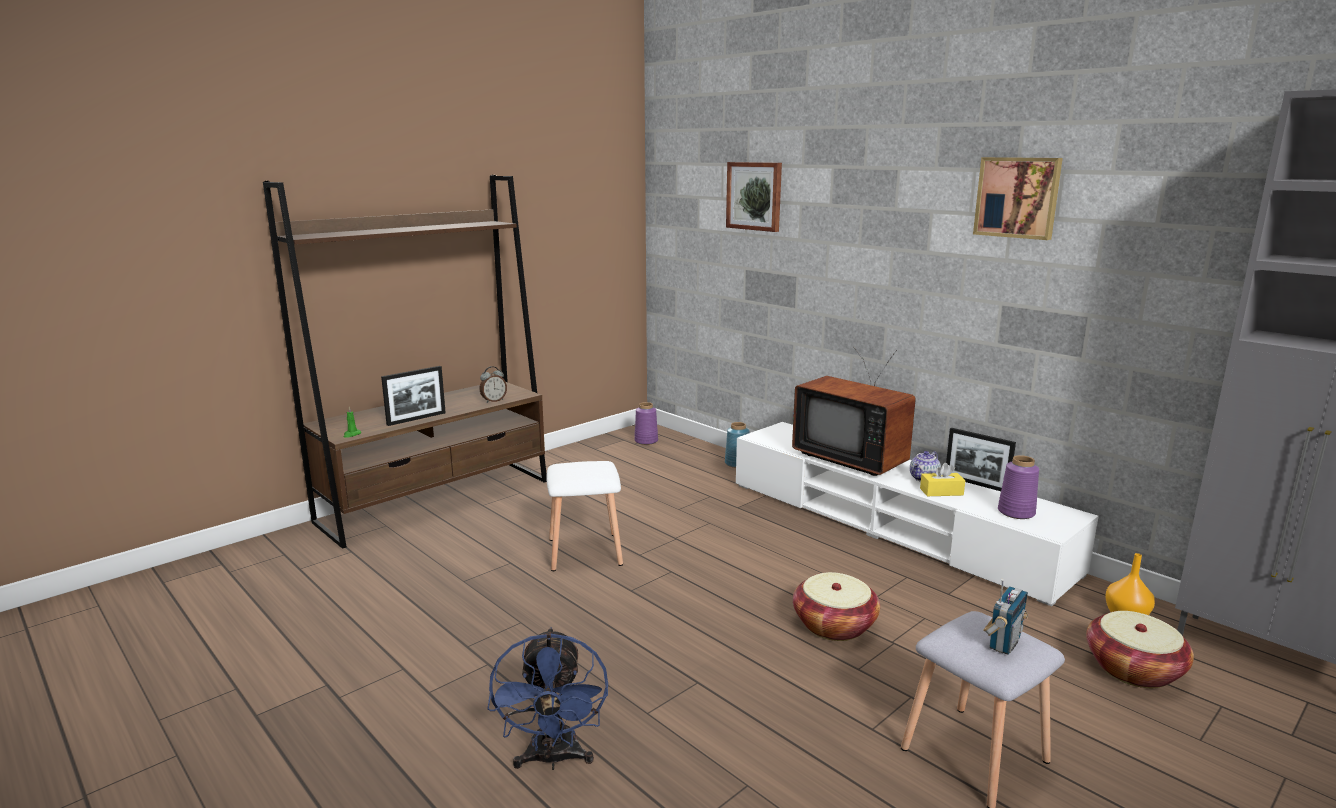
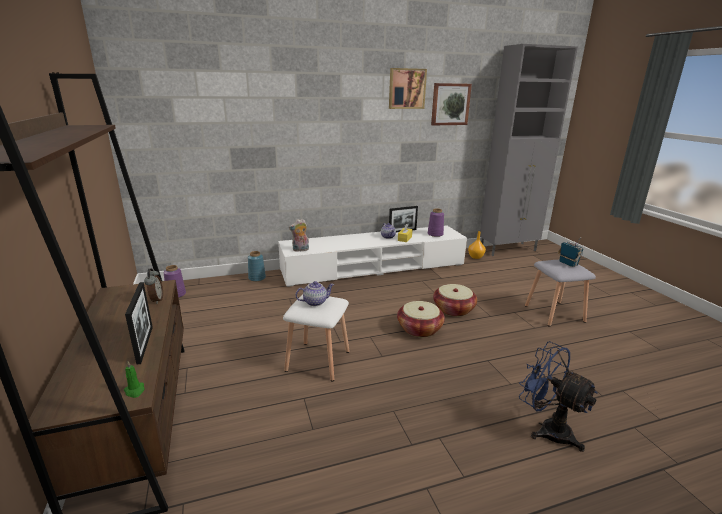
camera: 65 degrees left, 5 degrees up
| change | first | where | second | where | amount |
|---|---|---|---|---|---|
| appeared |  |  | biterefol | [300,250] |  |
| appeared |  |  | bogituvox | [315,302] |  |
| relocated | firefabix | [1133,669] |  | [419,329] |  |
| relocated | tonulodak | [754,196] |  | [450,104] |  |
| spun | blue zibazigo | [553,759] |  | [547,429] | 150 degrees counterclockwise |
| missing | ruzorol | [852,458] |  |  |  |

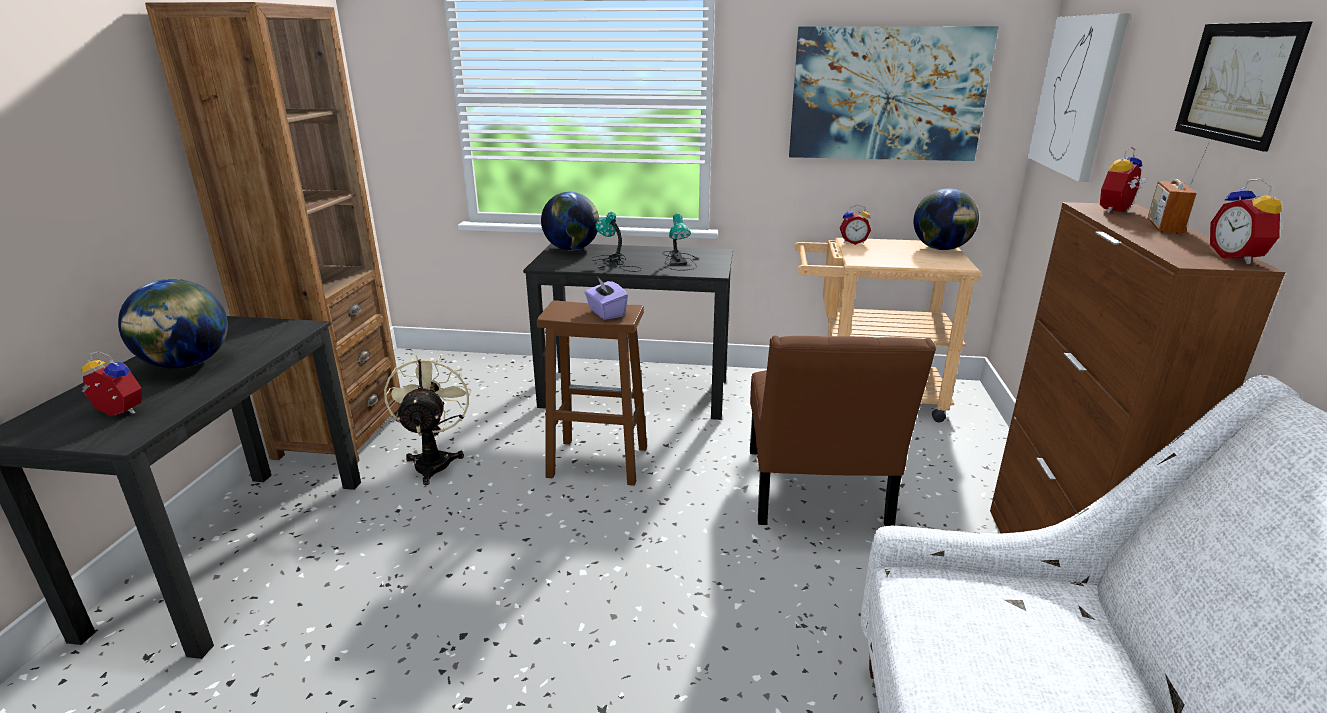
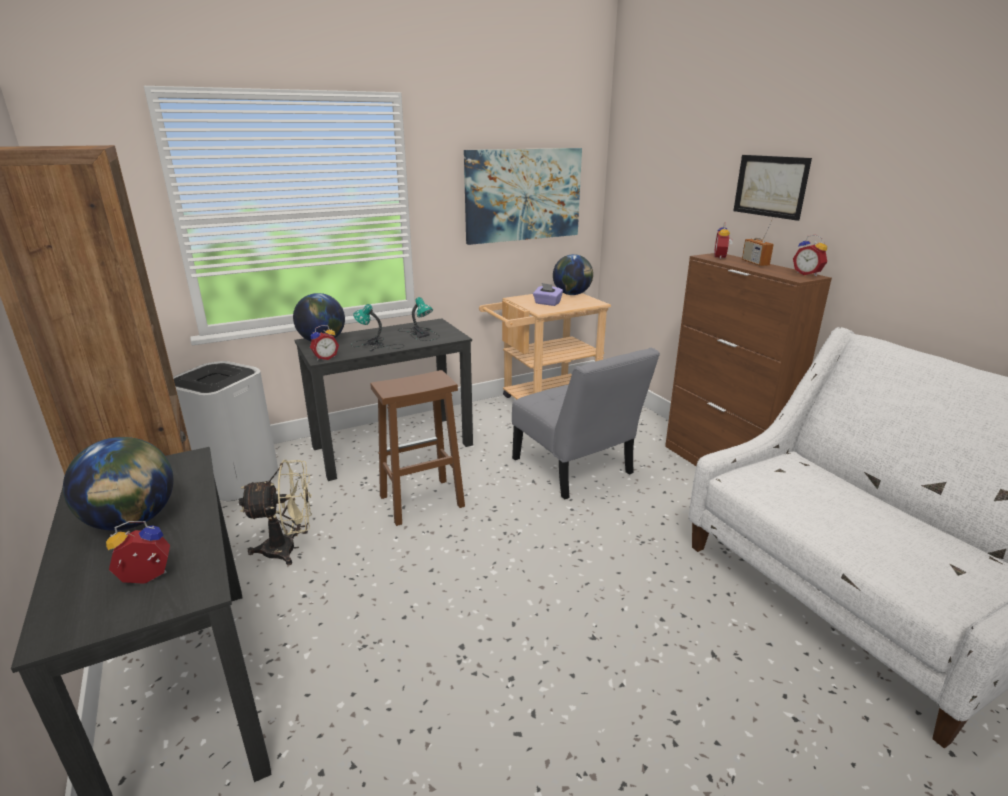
camera: 35 degrees left, 0 degrees up
| change | first | where | second | where | amount |
|---|---|---|---|---|---|
| appeared |  |  | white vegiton | [235,479] |  |
| spun | beige zibazigo | [434,460] |  | [288,549] | 120 degrees clockwise |
| relocated | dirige | [853,242] |  | [325,358] |  |
| colour | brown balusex | [816,493] | grey balusex | [575,469] |  |
| relocated | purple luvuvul | [606,312] |  | [547,303] |  |
| missing | tonulodak | [1076,95] |  |  |  |

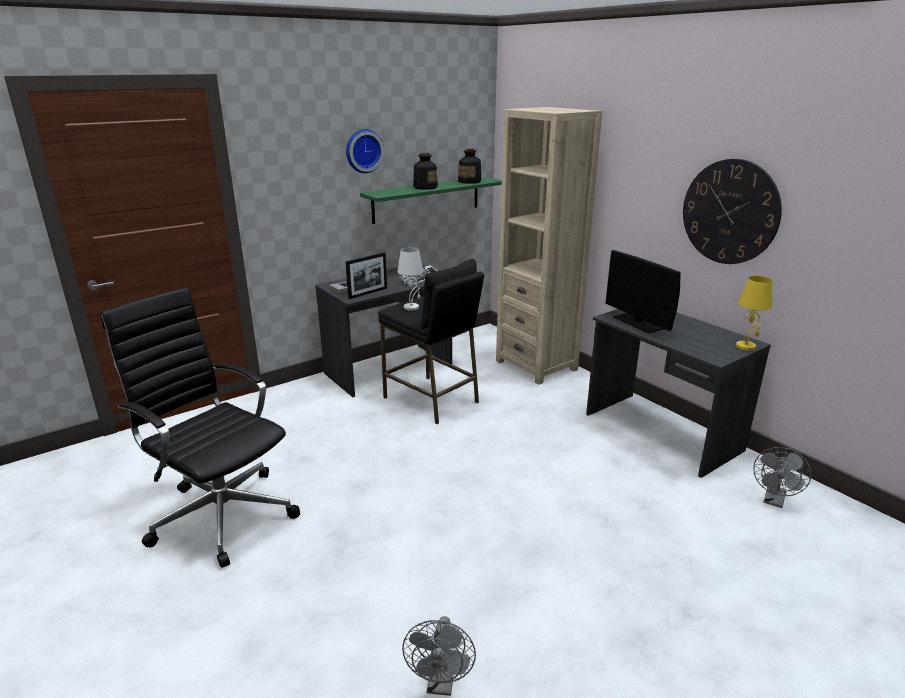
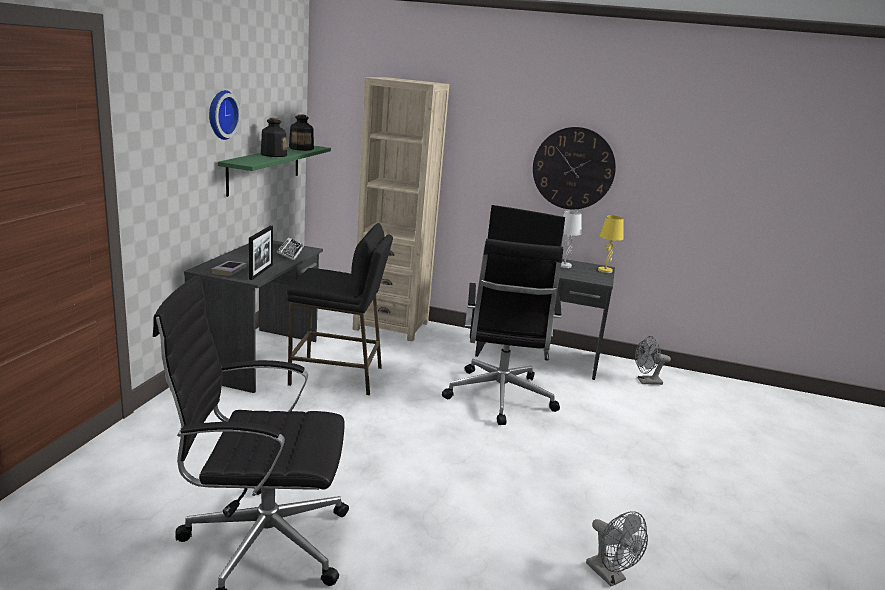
camera: 40 degrees left, 5 degrees down
| change | first | where | second | where | amount |
|---|---|---|---|---|---|
| appeared |  |  | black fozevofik | [499,398] |  |
| relocated | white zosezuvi | [411,307] |  | [564,265] |  |
| spun | grey zibazigo | [774,501] |  | [646,382] | 90 degrees clockwise |

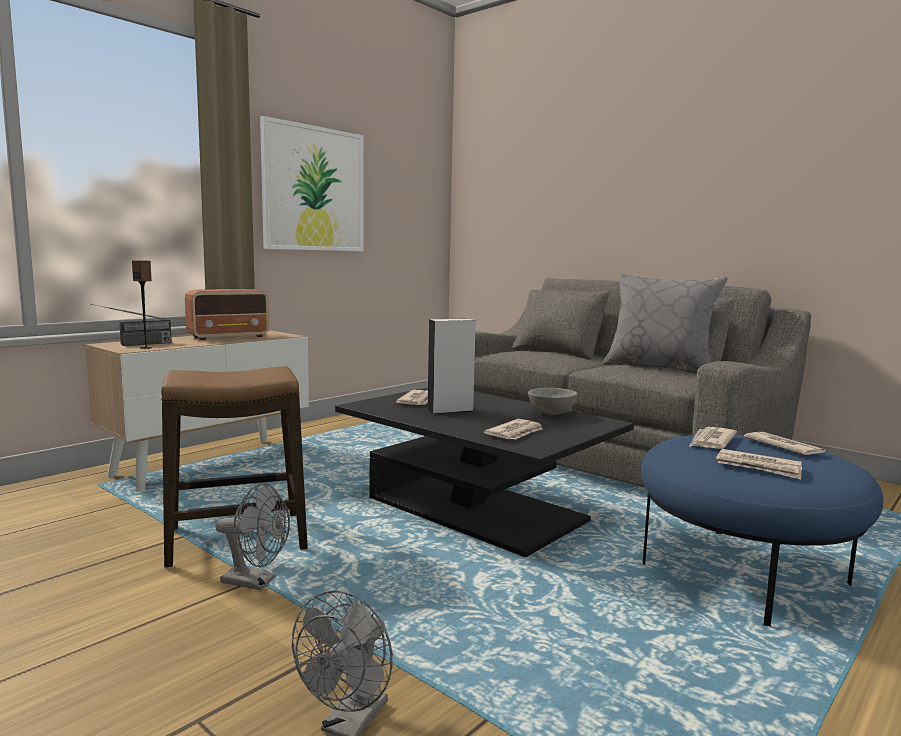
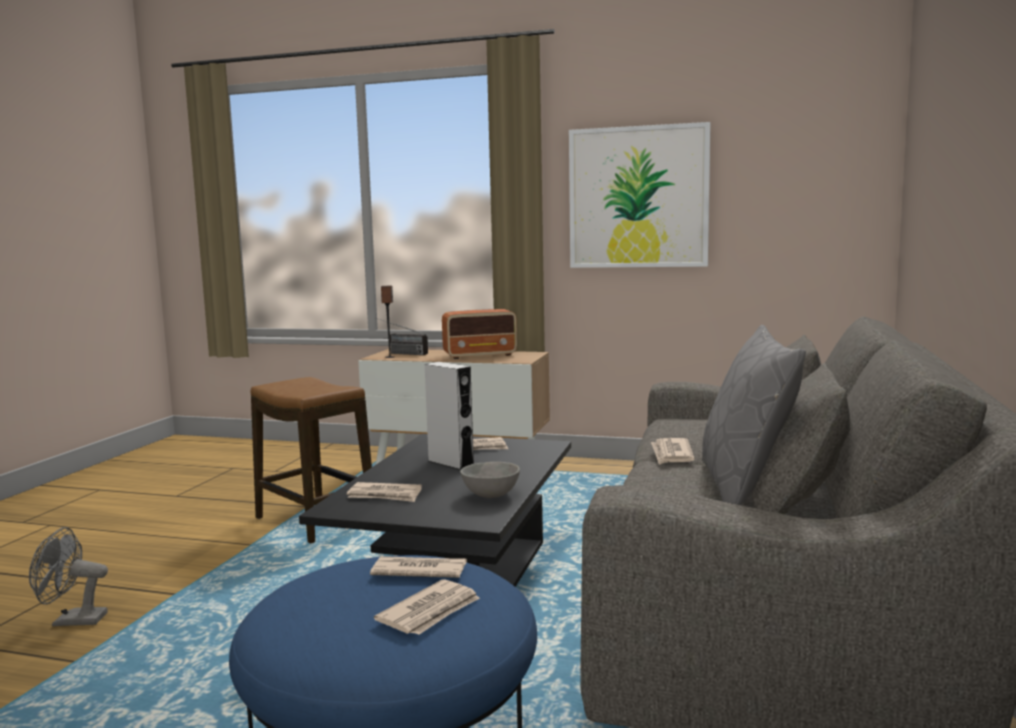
camera: 65 degrees right, 0 degrees up
| change | first | where | second | where | amount |
|---|---|---|---|---|---|
| spun | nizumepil | [229,337] |  | [480,355] | 45 degrees counterclockwise |
| relocated | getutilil | [759,467] |  | [671,454] |  |
| missing | grey zibazigo | [256,582] |  |  |  |

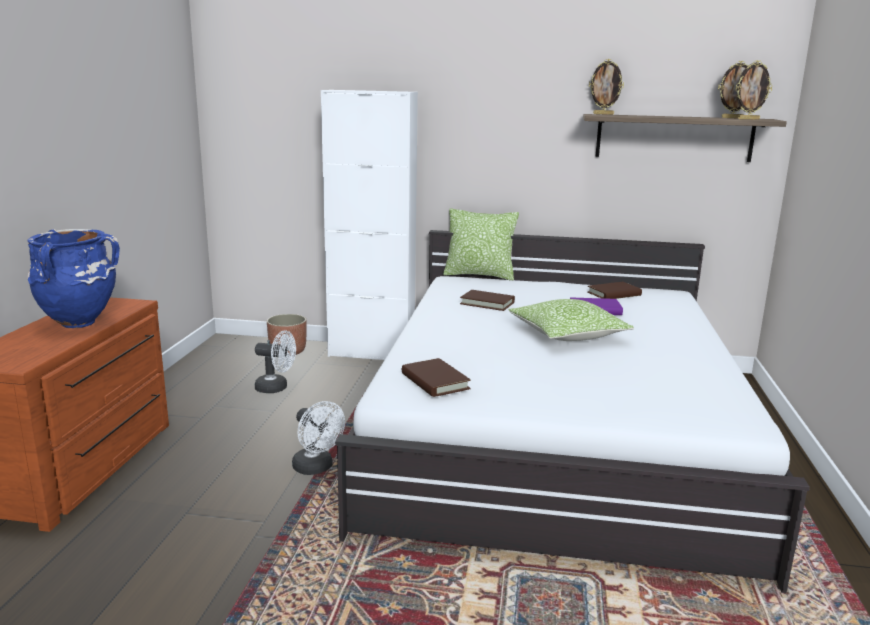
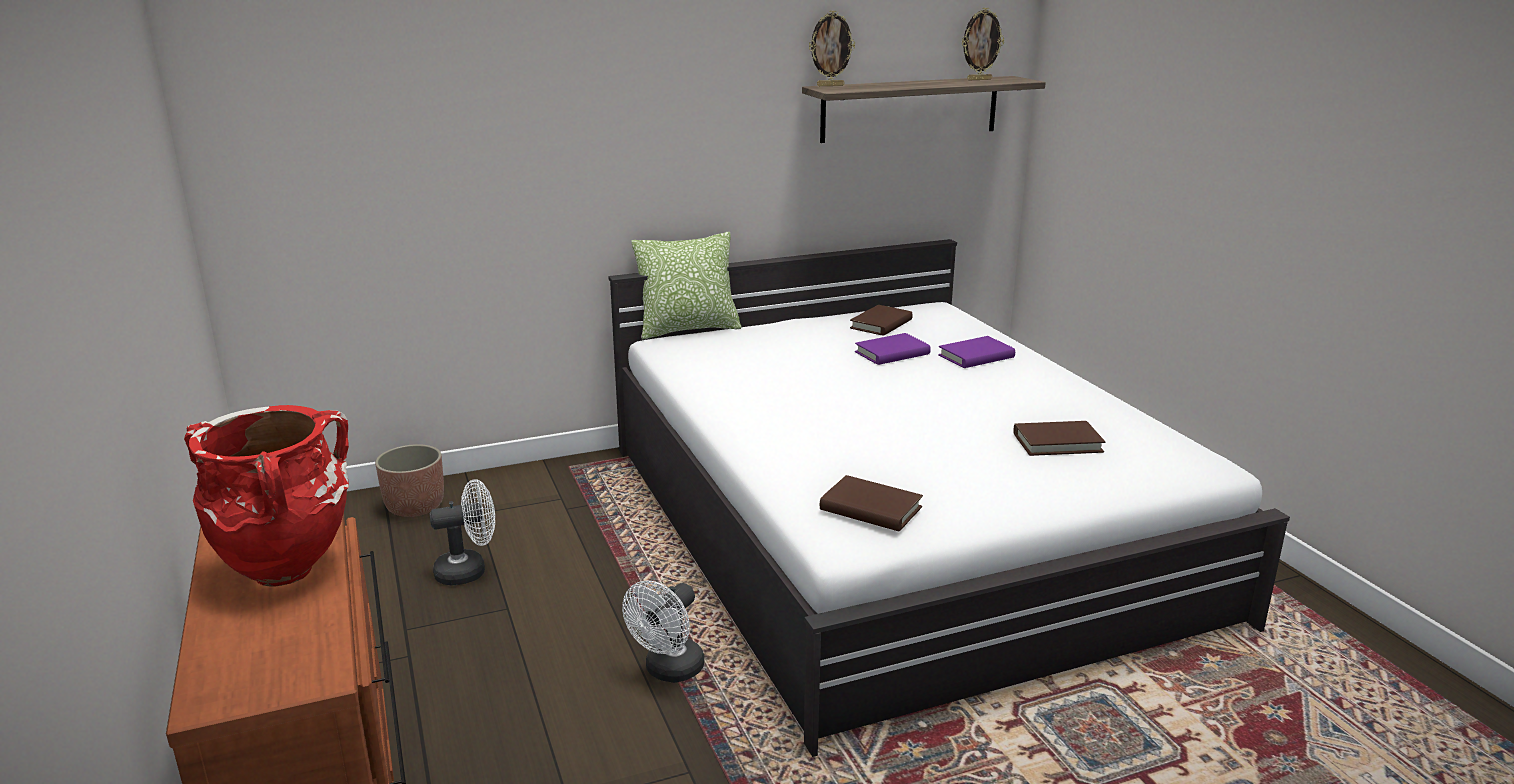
camera: 30 degrees left, 5 degrees up
| change | first | where | second | where | amount |
|---|---|---|---|---|---|
| colour | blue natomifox | [80,324] | red natomifox | [289,572] |  |
| spun | white zibazigo | [316,468] |  | [669,671] | 105 degrees clockwise |
| appeared |  |  | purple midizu | [976,356] |  |
| relocated | brown midizu | [487,303] |  | [1057,442] |  |
| missing | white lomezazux | [371,353] |  |  |  |
| missing | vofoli | [567,334] |  |  |  |
| missing | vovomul | [748,119] |  |  |  |

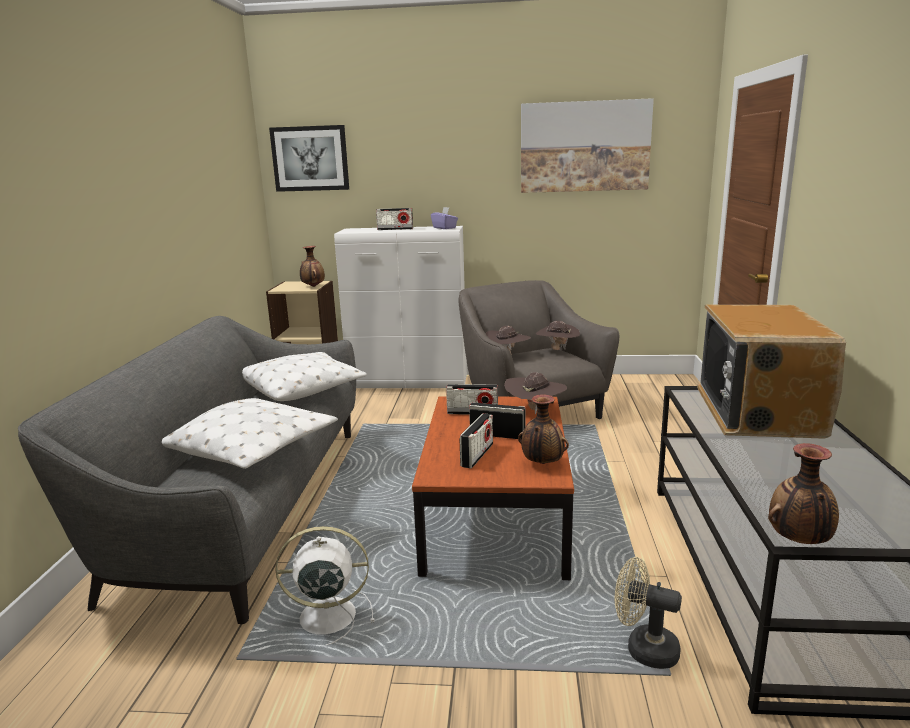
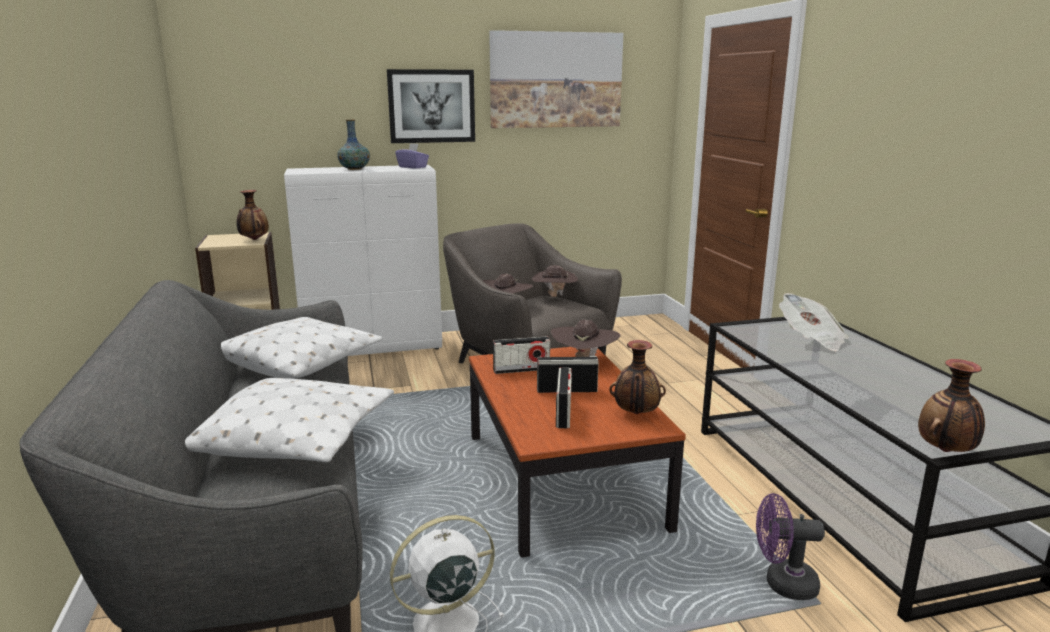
camera: 20 degrees left, 0 degrees up
| change | first | where | second | where | amount |
|---|---|---|---|---|---|
| exchanged | nizumepil | [395,229] | natomifox | [354,169] |  |
| relocated | tonulodak | [310,158] |  | [431,106] |  |
| colour | beige zibazigo | [644,649] | purple zibazigo | [782,584] |  |
| exchanged | ruzorol | [758,411] | getutilil | [811,339] |  |

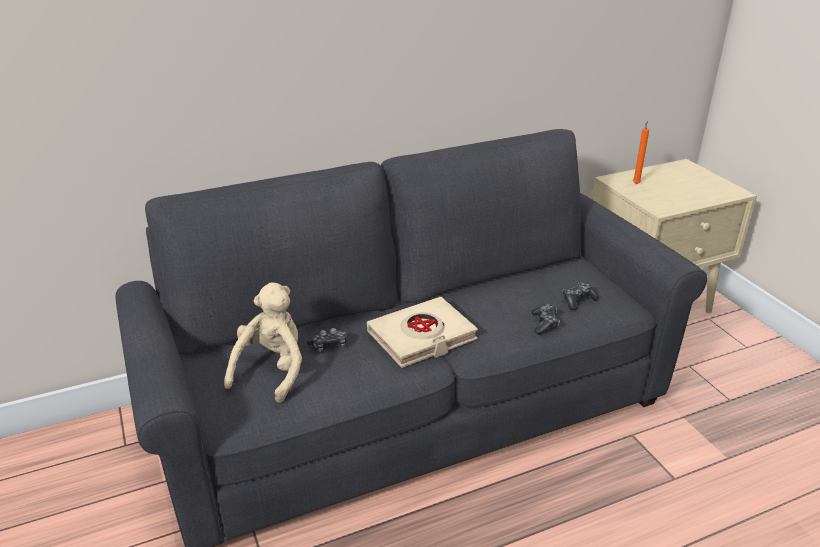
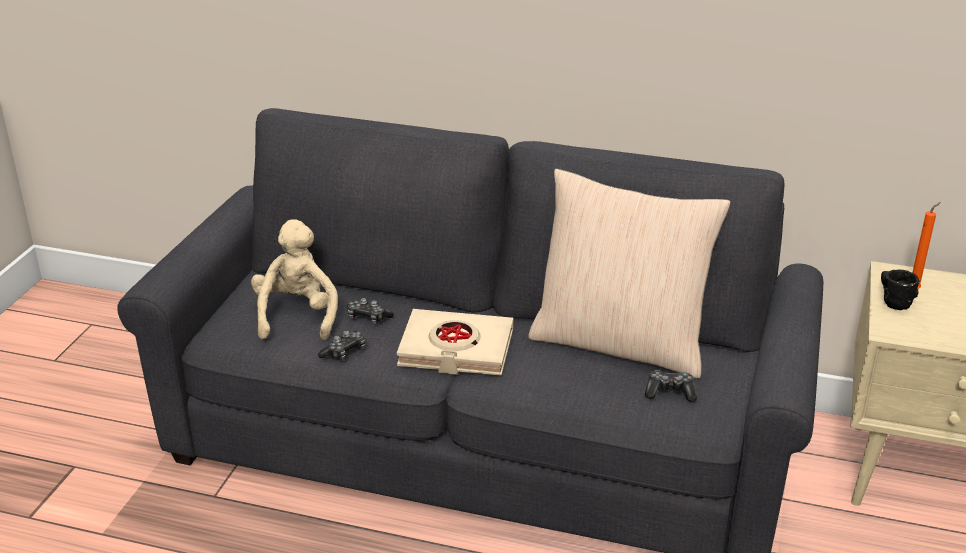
camera: 40 degrees right, 0 degrees up
| change | first | where | second | where | amount |
|---|---|---|---|---|---|
| spun | beige biterefol | [272,370] |  | [297,316] | 60 degrees counterclockwise |
| relocated | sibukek | [545,324] |  | [344,352] |  |
| appeared |  |  | beige vofoli | [620,342] |  |
| appeared |  |  | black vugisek | [890,299] |  |

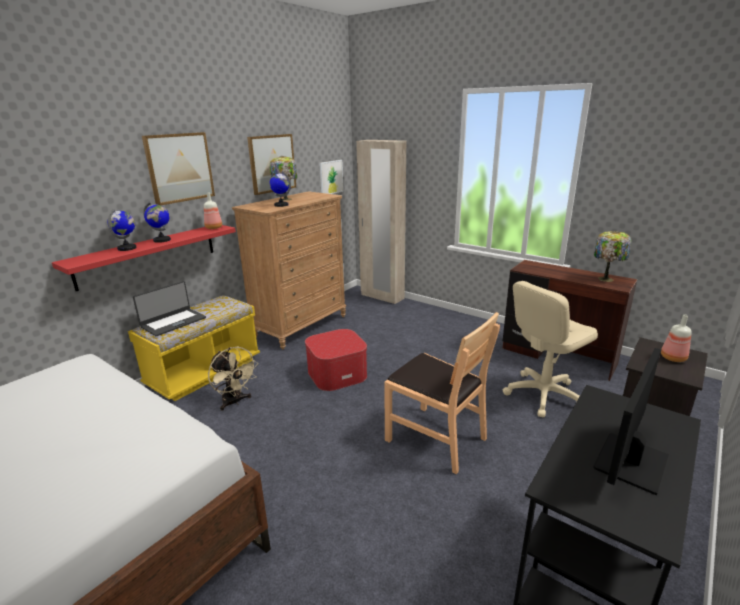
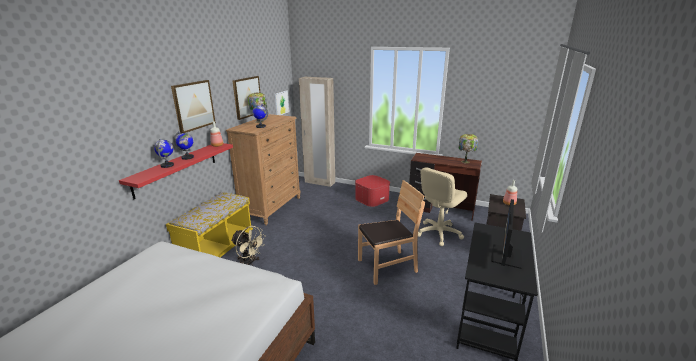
camera: 15 degrees left, 0 degrees up
| change | first | where | second | where | amount |
|---|---|---|---|---|---|
| relocated | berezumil | [337,373] |  | [372,198] |  |
| spun | brown balusex | [436,438] |  | [387,266] | 45 degrees counterclockwise |
| missing | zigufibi | [173,322] |  |  |  |

